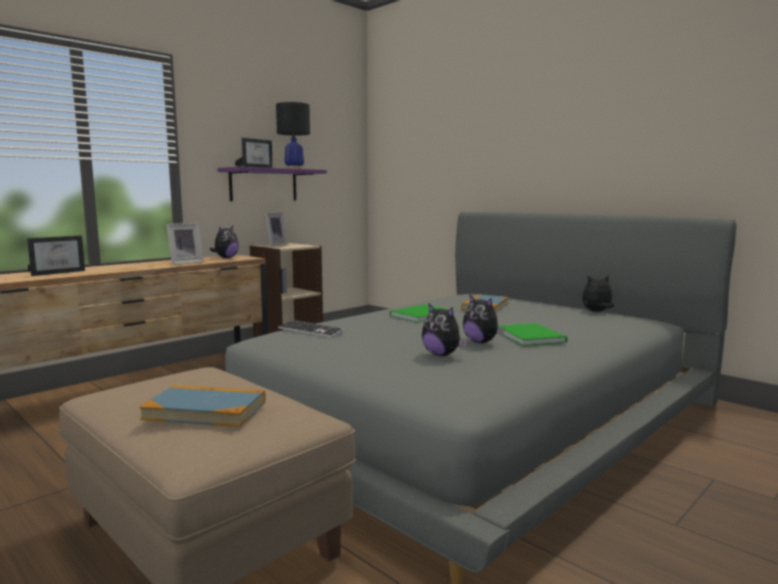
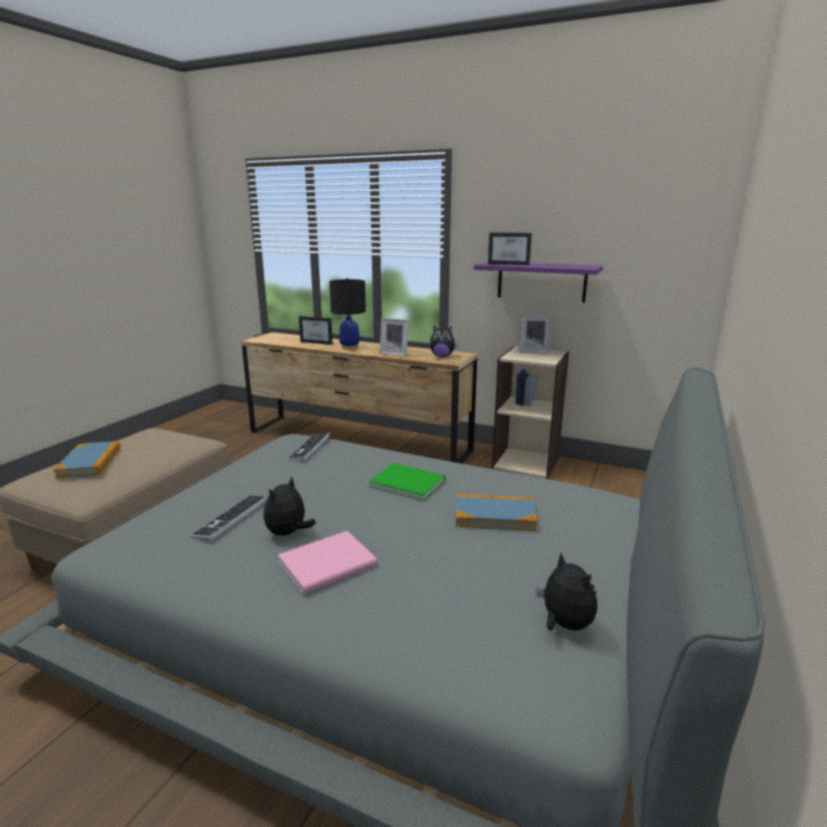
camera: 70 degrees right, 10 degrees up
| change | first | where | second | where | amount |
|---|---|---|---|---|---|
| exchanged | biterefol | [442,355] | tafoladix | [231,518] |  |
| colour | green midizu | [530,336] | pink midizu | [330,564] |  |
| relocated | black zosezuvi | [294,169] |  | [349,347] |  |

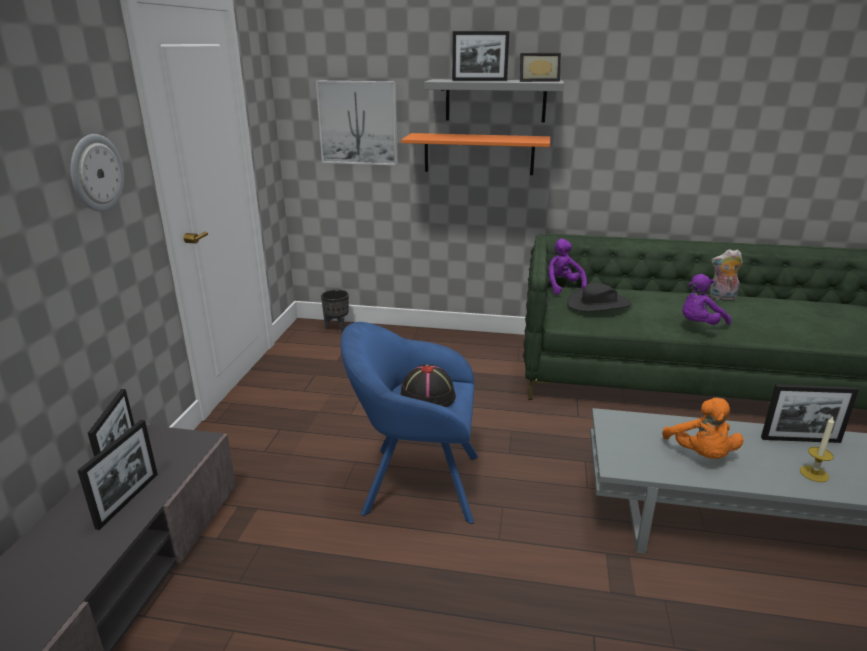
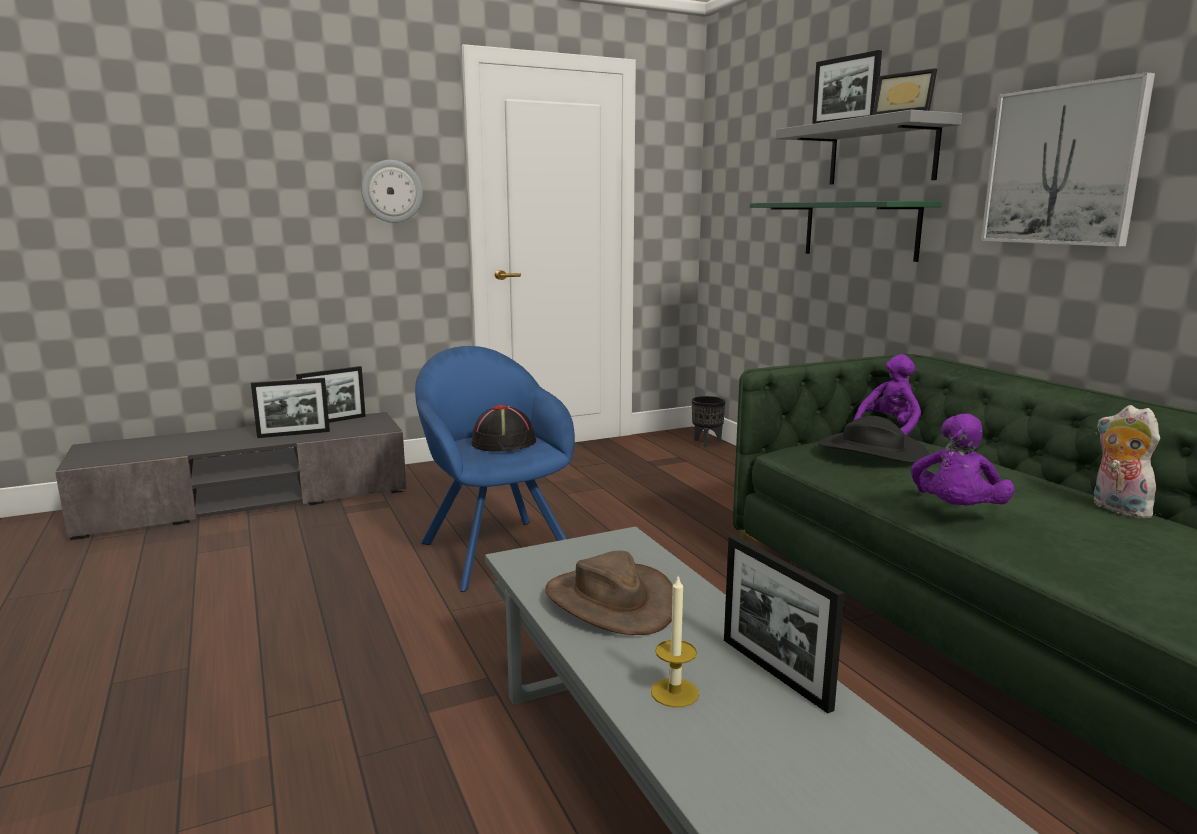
camera: 55 degrees right, 10 degrees down
| change | first | where | second | where | amount |
|---|---|---|---|---|---|
| exchanged | orange biterefol | [700,455] | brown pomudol | [610,601] |  |
| colour | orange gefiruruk | [478,154] | green gefiruruk | [860,230] |  |
| spun | purple biterefol | [699,325] |  | [956,511] | 90 degrees counterclockwise |
| relocated | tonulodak | [358,123] |  | [1062,166] |  |

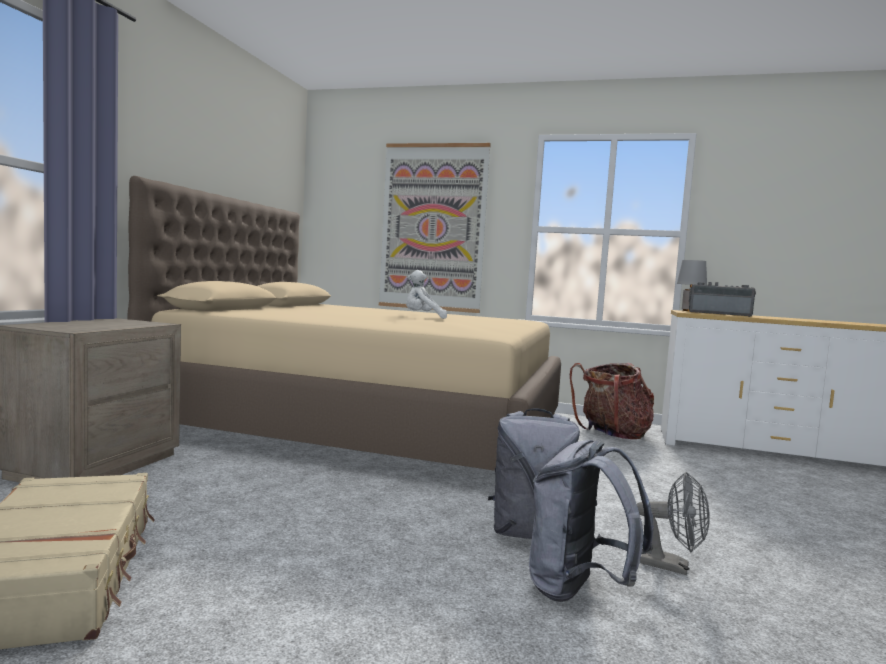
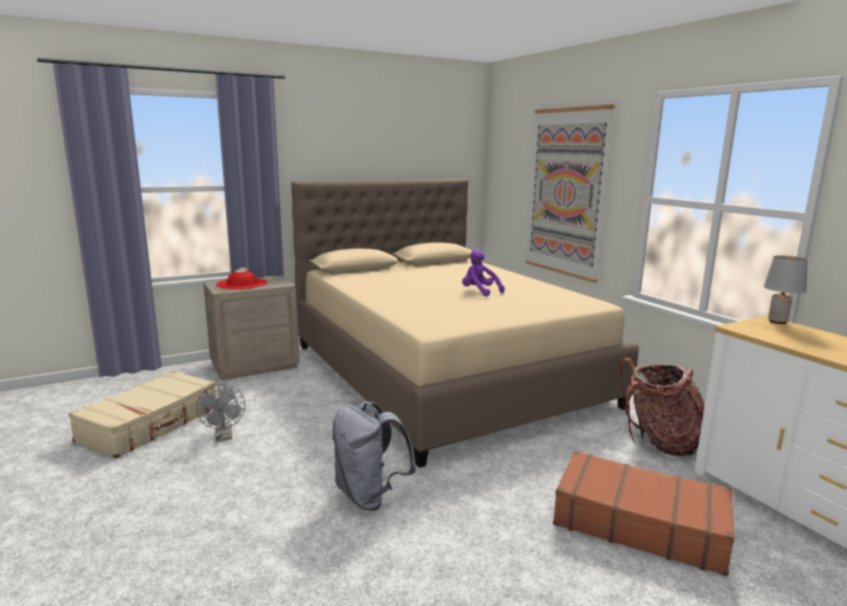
camera: 45 degrees right, 10 degrees up
| change | first | where | second | where | amount |
|---|---|---|---|---|---|
| relocated | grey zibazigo | [672,566] |  | [224,436] |  |
| appeared |  |  | red pomudol | [242,284] |  |
| colour | white biterefol | [423,318] | purple biterefol | [479,292] |  |
| appeared |  |  | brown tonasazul | [639,523] |  |
| missing | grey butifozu | [579,590] |  |  |  |
| missing | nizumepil | [719,314] |  |  |  |

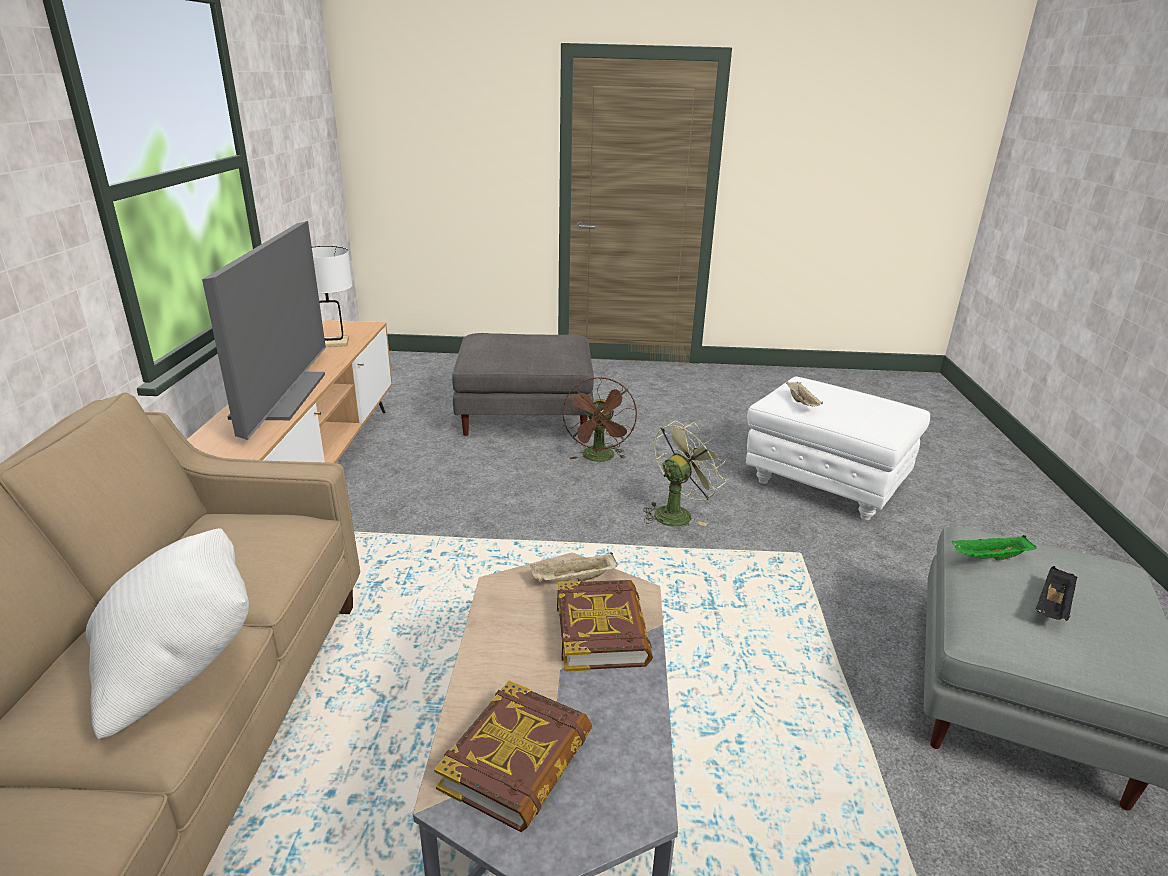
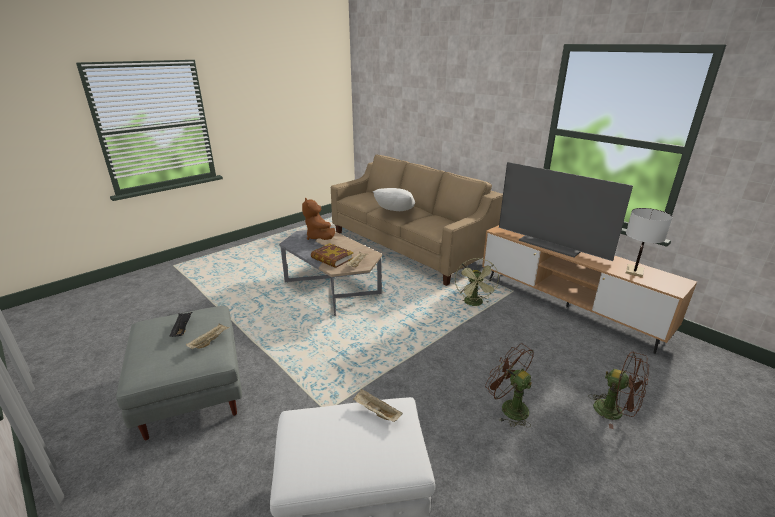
camera: 135 degrees right, 0 degrees up
| change | first | where | second | where | amount |
|---|---|---|---|---|---|
| colour | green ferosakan | [989,558] | beige ferosakan | [209,341] |  |
| exchanged | midizu | [517,761] | brown biterefol | [319,237] |  |
| relocated | green zibazigo | [677,513] |  | [474,304] |  |
| exchanged | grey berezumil | [524,416] | brown zibazigo | [615,412] |  |

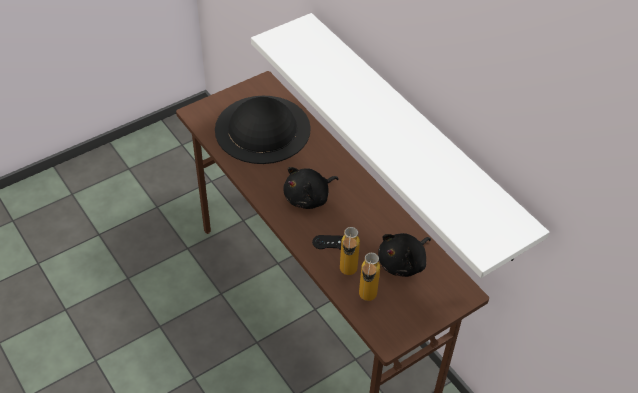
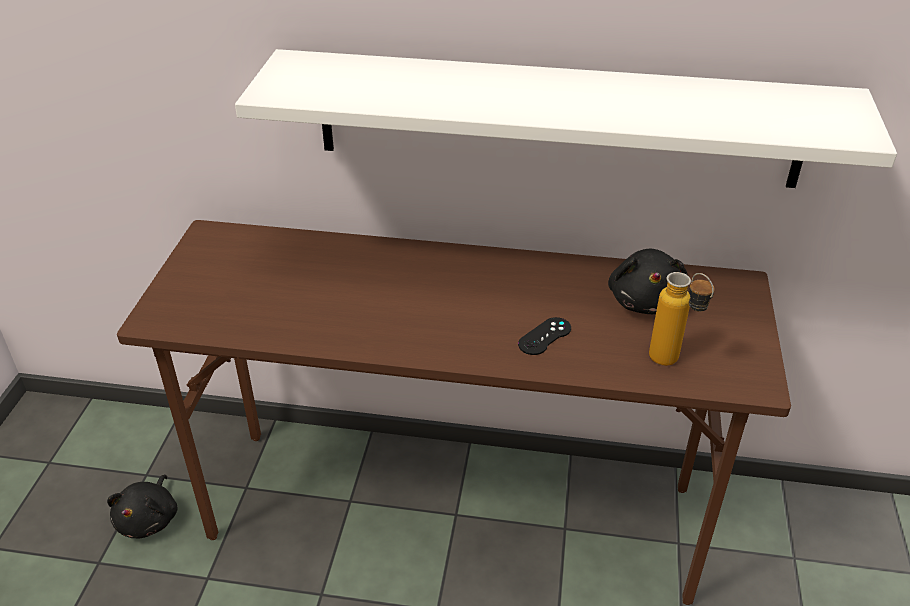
camera: 45 degrees left, 10 degrees down
| change | first | where | second | where | amount |
|---|---|---|---|---|---|
| relocated | black biterefol | [309,198] |  | [149,519] |  |
| missing | black pomudol | [262,129] |  |  |  |
| missing | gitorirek | [347,275] |  |  |  |

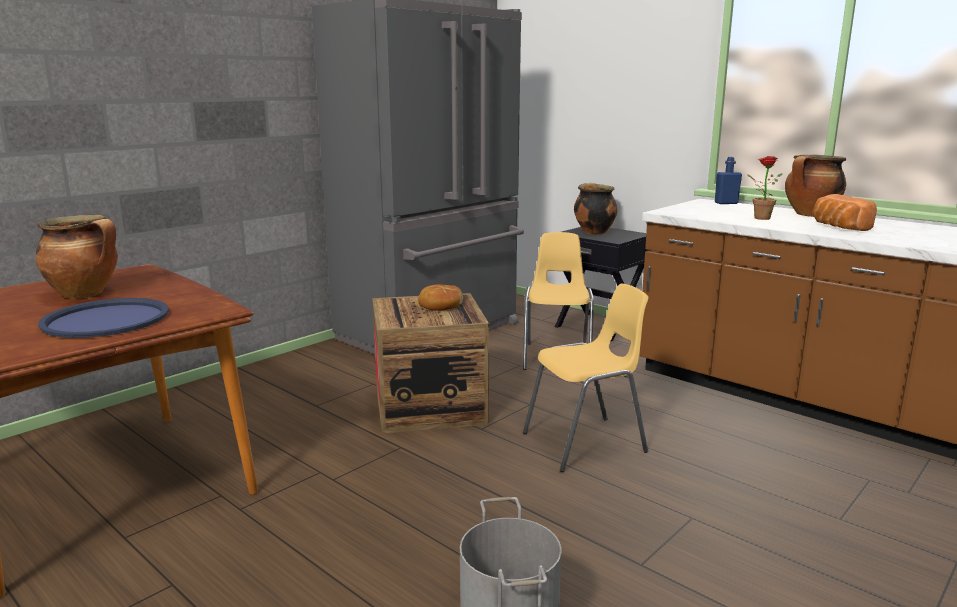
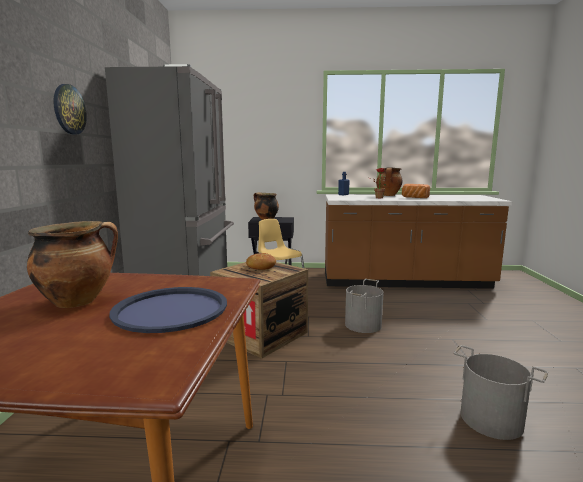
camera: 40 degrees left, 5 degrees down
| change | first | where | second | where | amount |
|---|---|---|---|---|---|
| appeared |  |  | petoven | [69,109] |  |
| exchanged | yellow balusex | [586,443] | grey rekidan | [363,325] |  |

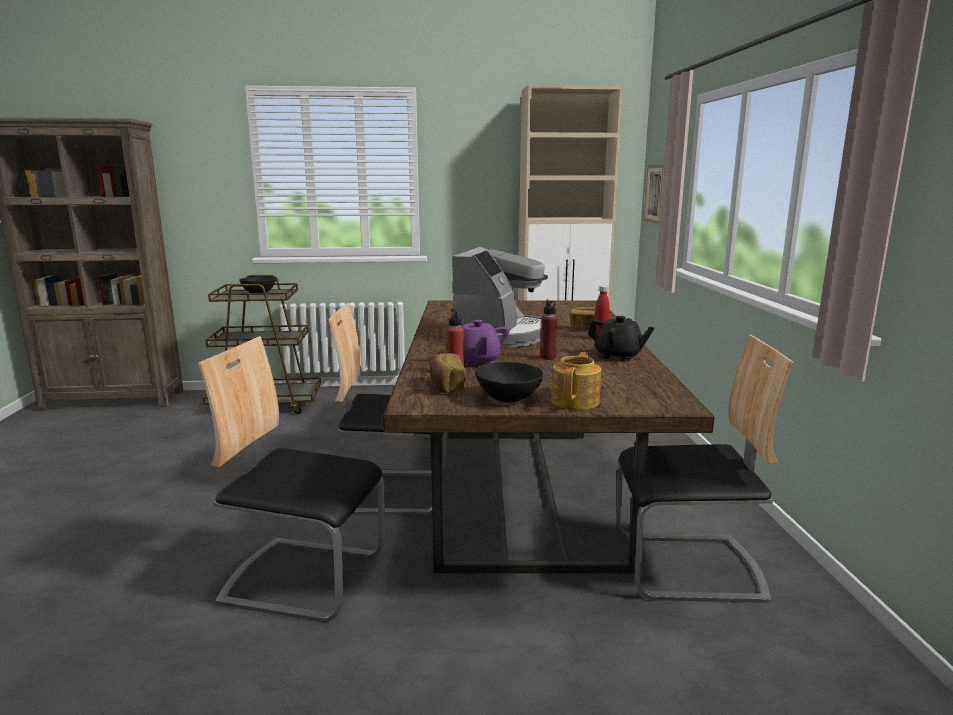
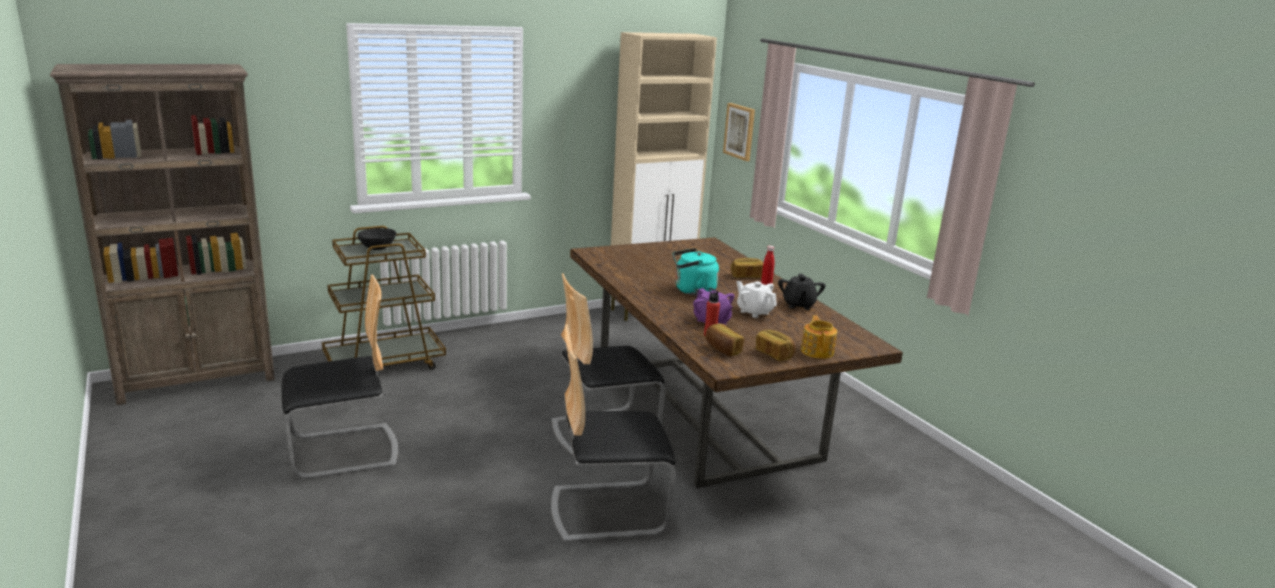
camera: 25 degrees left, 5 degrees up
| change | first | where | second | where | amount |
|---|---|---|---|---|---|
| relocated | balusex | [688,567] |  | [343,452] |  |
| exchanged | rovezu | [501,335] | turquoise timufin | [692,291] |  |
| exchanged | red gitorirek | [548,357] | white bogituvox | [754,312] |  |
| exchanged | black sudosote | [508,398] | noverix | [774,354] |  |
| spun | black bogituvox | [618,356] |  | [798,305] | 90 degrees clockwise |

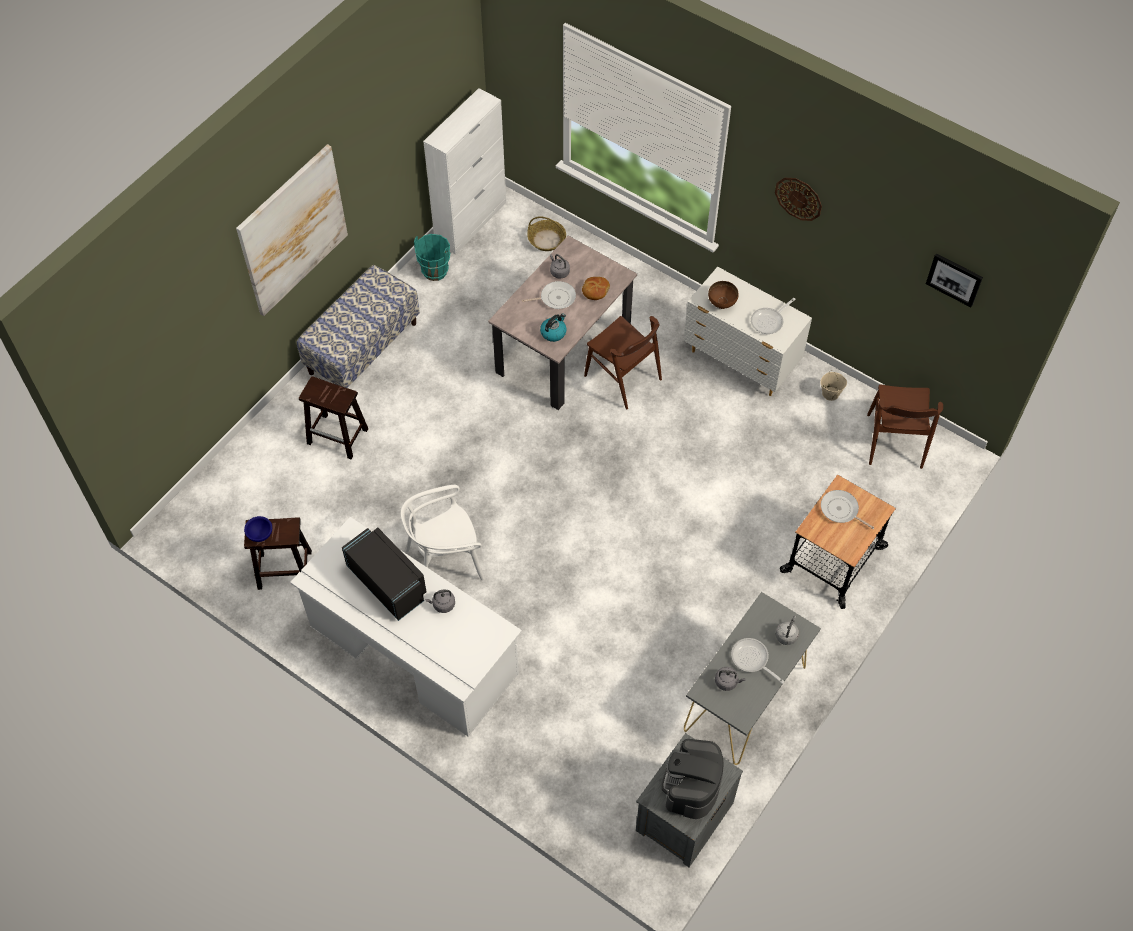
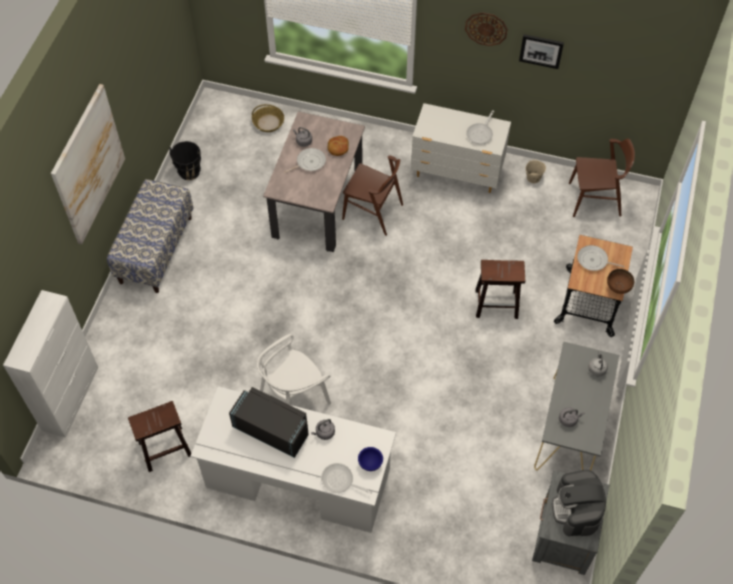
camera: 20 degrees left, 0 degrees up
| change | first | where | second | where | amount |
|---|---|---|---|---|---|
| relocated | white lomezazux | [471,222] |  | [71,398] |  |
| colour | turquoise rekidan | [435,271] | black rekidan | [189,172] |  |
| relocated | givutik | [752,659] |  | [340,481] |  |
| relocated | blue sudosote | [260,535] |  | [370,463] |  |
| relocated | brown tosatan | [338,436] |  | [497,304] |  |
| relocated | tonulodak | [954,279] |  | [541,50] |  |
| spun | brown balusex | [894,441] |  | [595,199] | 75 degrees counterclockwise |
| relocated | brown sudosote | [721,303] |  | [617,288] |  |
| missing | timufin | [553,332] |  |  |  |

